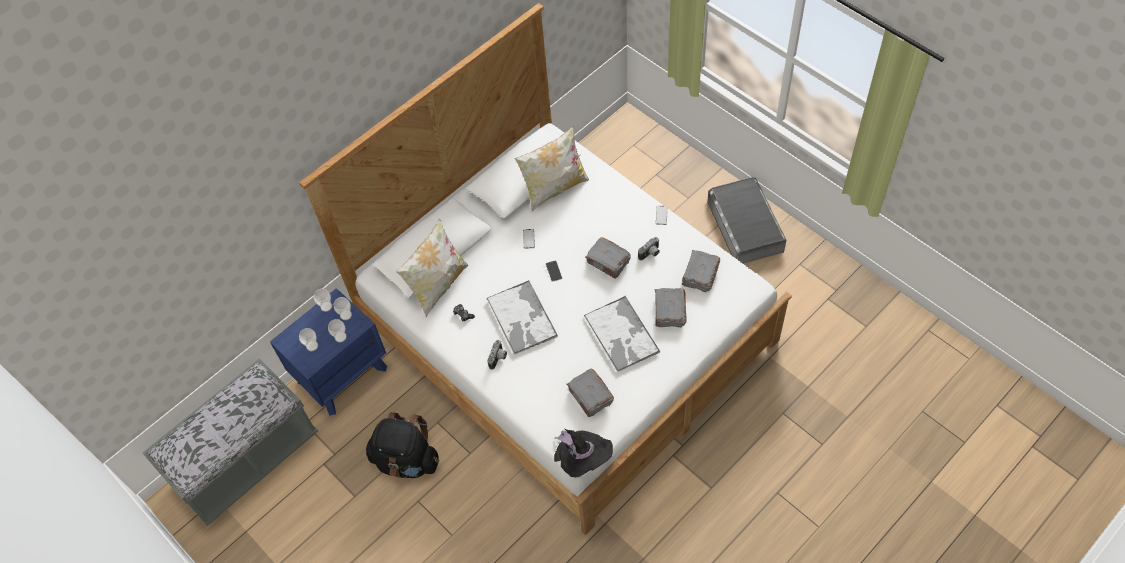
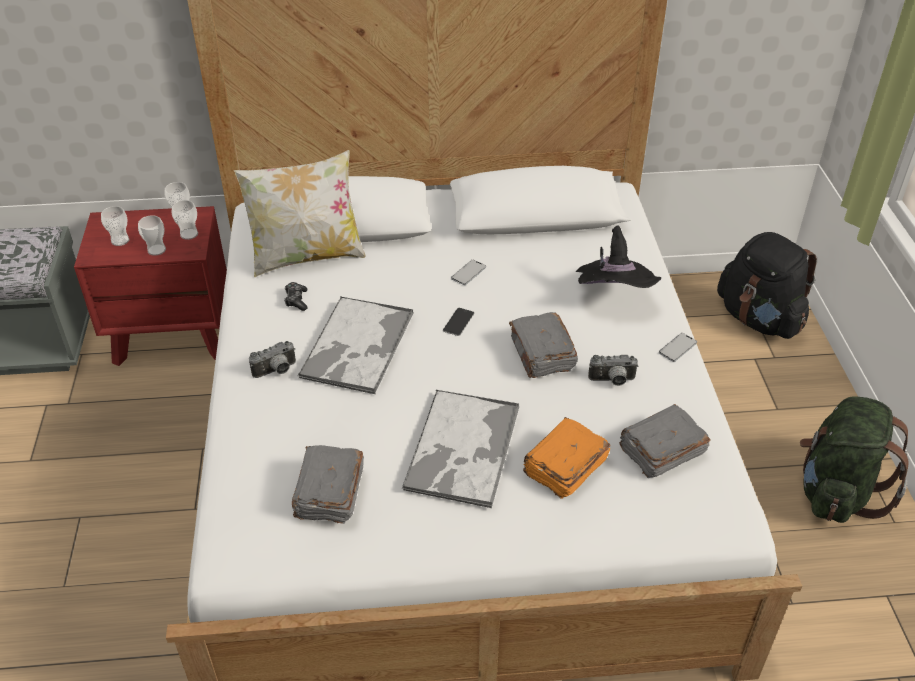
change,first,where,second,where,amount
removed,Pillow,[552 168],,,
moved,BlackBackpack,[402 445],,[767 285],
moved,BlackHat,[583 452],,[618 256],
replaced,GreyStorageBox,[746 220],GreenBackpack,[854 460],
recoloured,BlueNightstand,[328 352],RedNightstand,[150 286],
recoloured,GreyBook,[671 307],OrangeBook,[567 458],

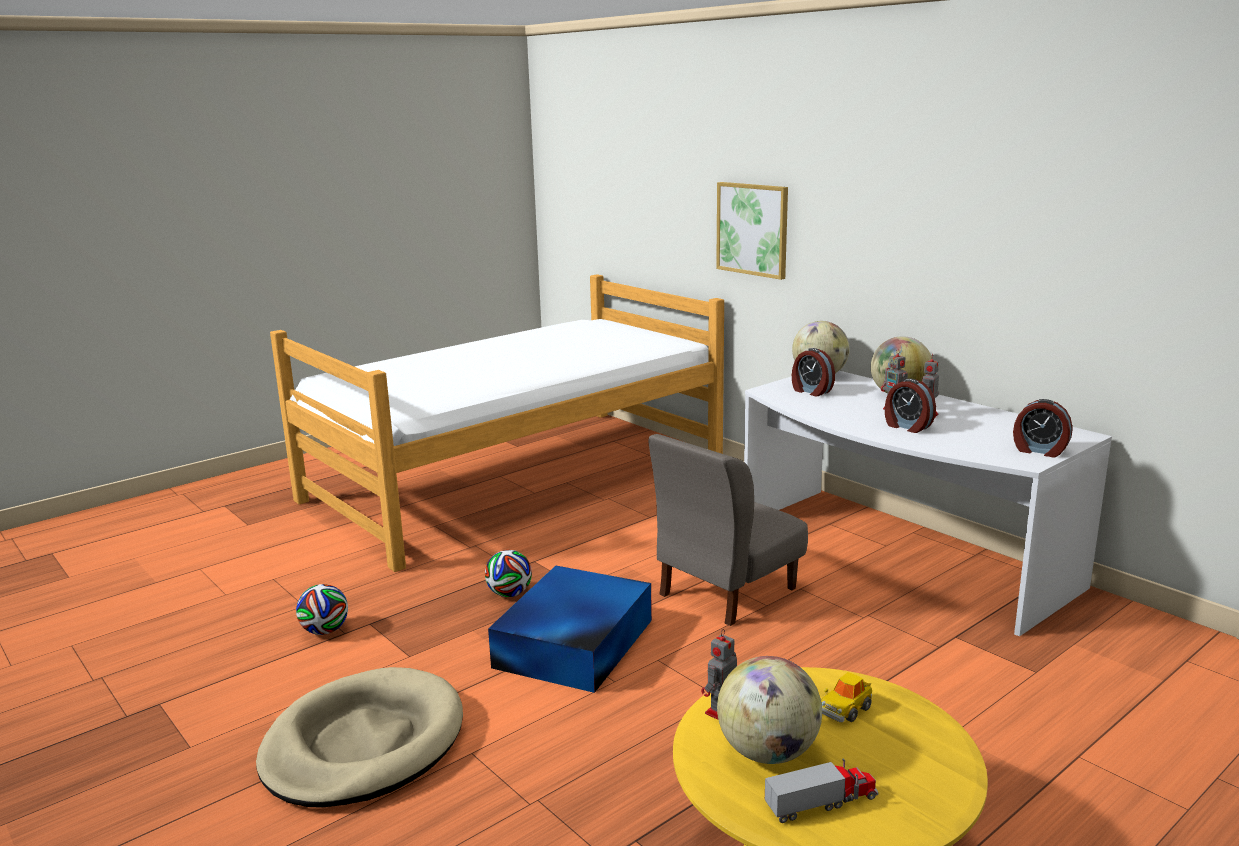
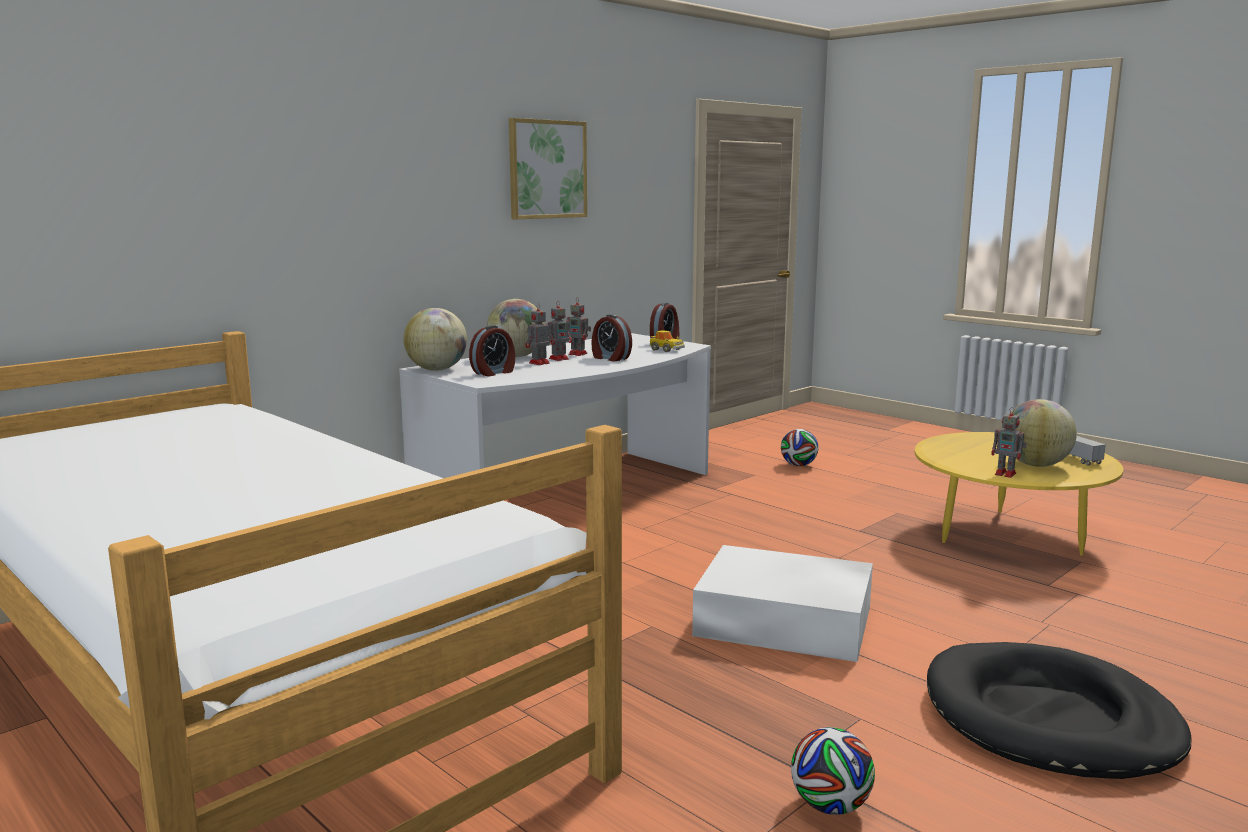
change,first,where,second,where,amount
removed,GreyChair,[728 530],,,
added,,,ToyRobot,[537 334],
moved,Football,[508 573],,[799 447],
moved,Picture,[752 231],,[548 168],
moved,ToyCar,[846 697],,[667 341],
recoloured,BeigeDogBed,[359 737],BlackDogBed,[1059 710],
recoloured,BlueStorageBox,[570 629],WhiteStorageBox,[782 603],
turned,AlarmClock,[910 405],,[611 337],90 degrees clockwise

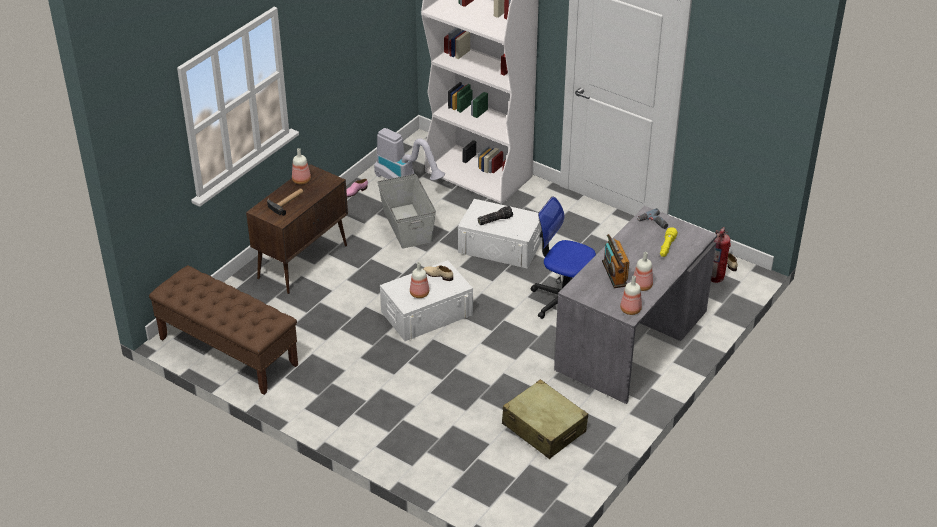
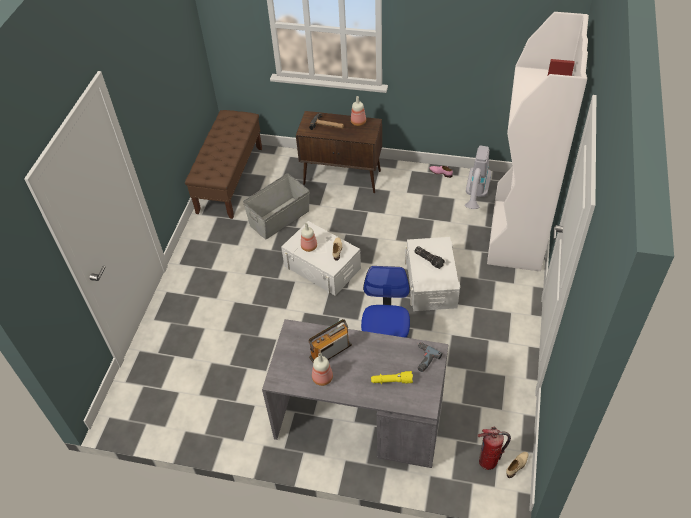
change,first,where,second,where,amount
removed,BeigeSuitcase,[545 419],,,
removed,Bottle,[631 295],,,
moved,GreyStorageBox,[406 211],,[276 207],

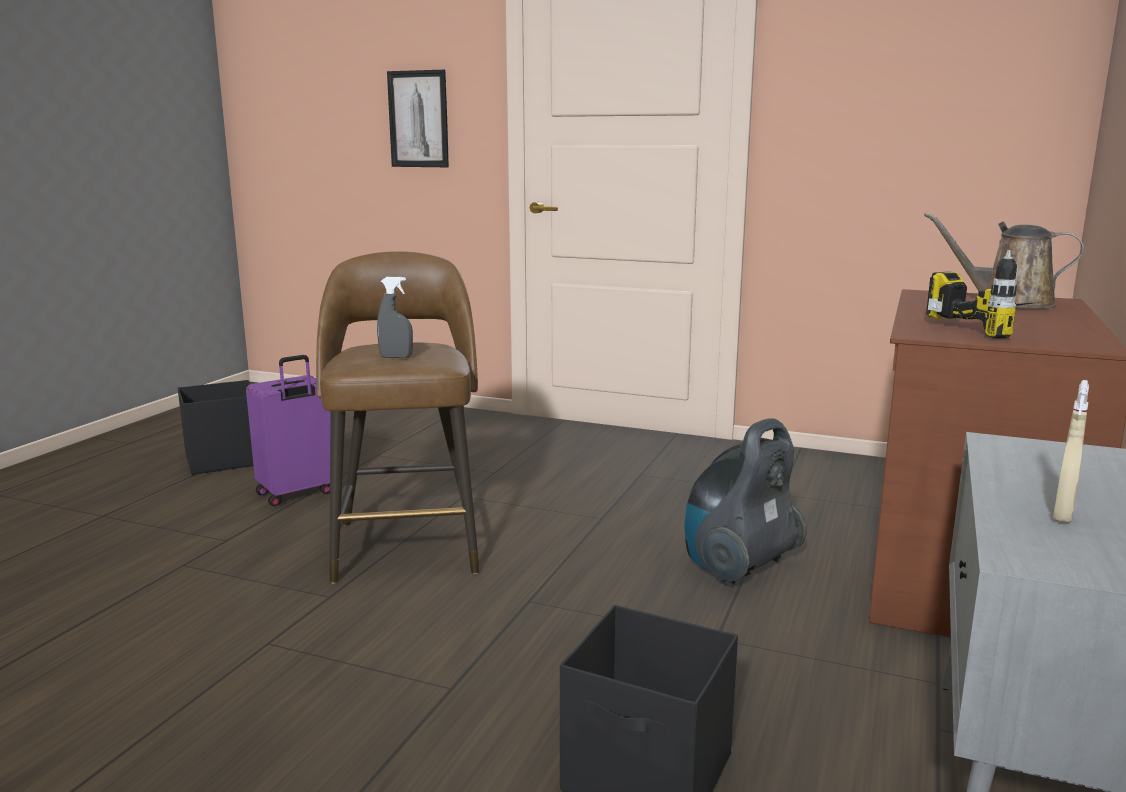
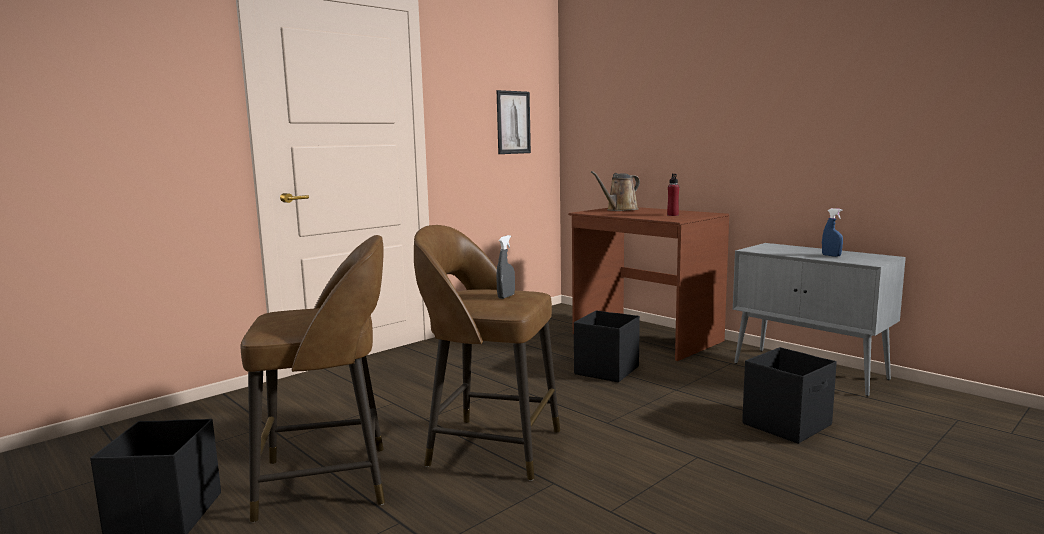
change,first,where,second,where,amount
moved,Picture,[418 118],,[514 122],
replaced,PurpleSuitcase,[288 430],BrownStool,[313 378],
replaced,VacuumCleaner,[745 503],BlackStorageBox,[607 346],
replaced,PowerDrill,[982 294],RedBottle,[673 195],
recoloured,BeigeSprayBottle,[1071 451],BlueSprayBottle,[832 232],

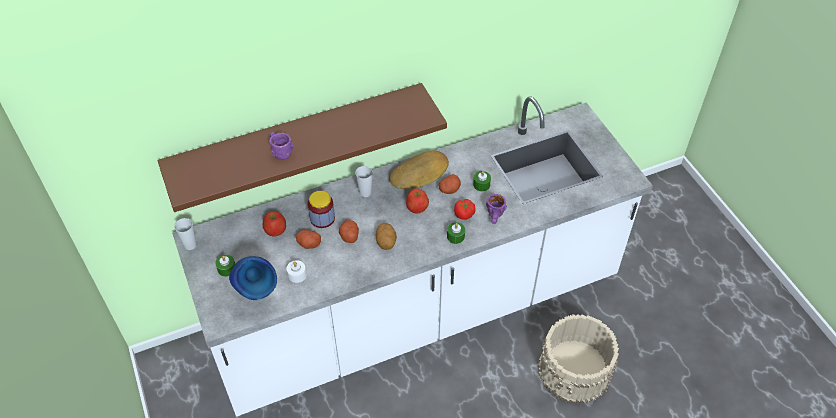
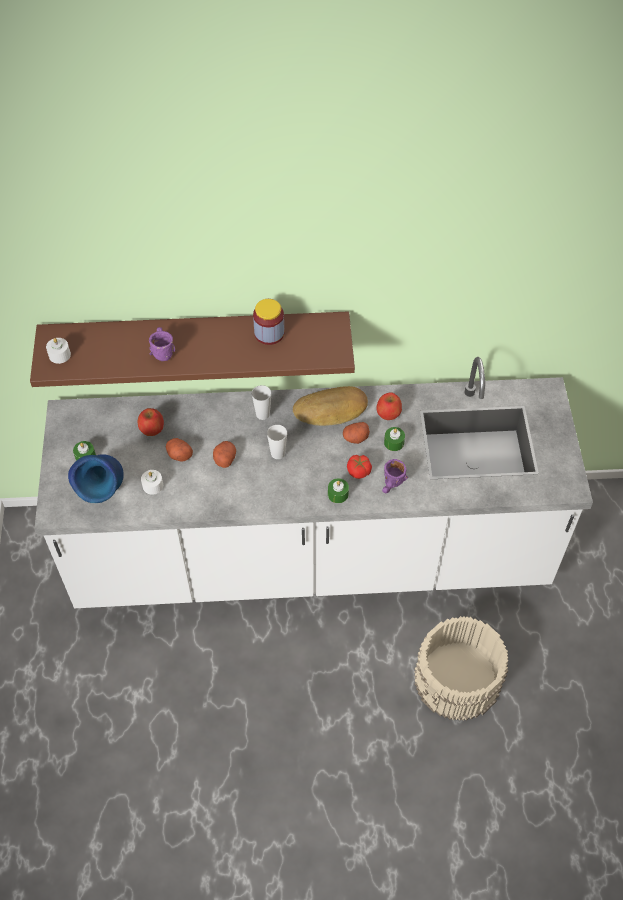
change,first,where,second,where,amount
removed,Potato,[386 236],,,
added,,,WhiteCandle,[58 351],
moved,Cup,[185 234],,[277 442],
moved,Jar,[321 209],,[268 322],
moved,Apple,[417 200],,[389 406],

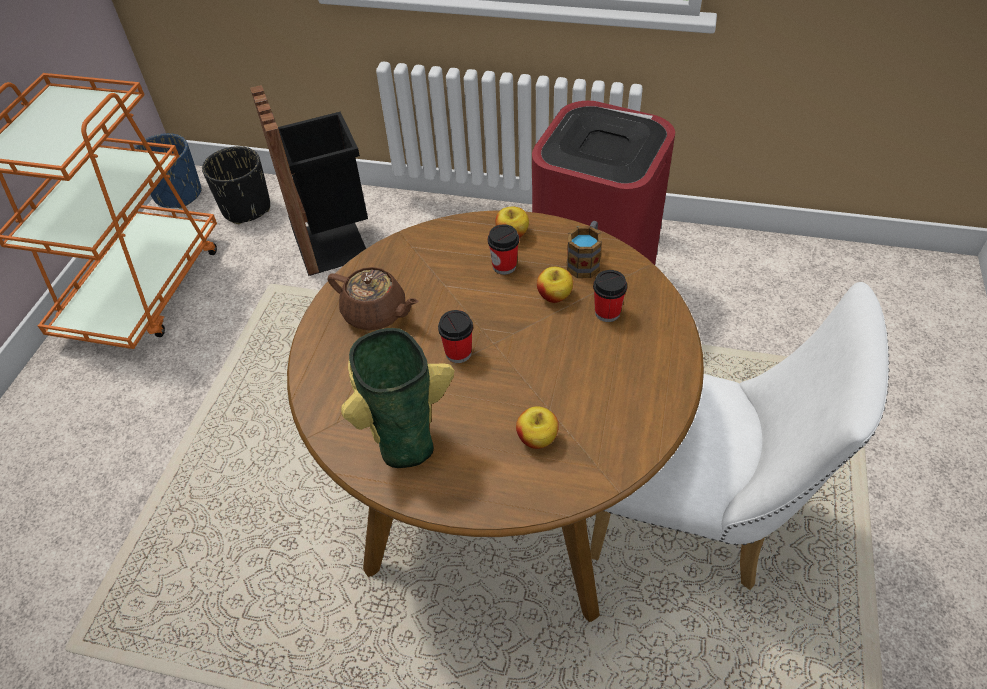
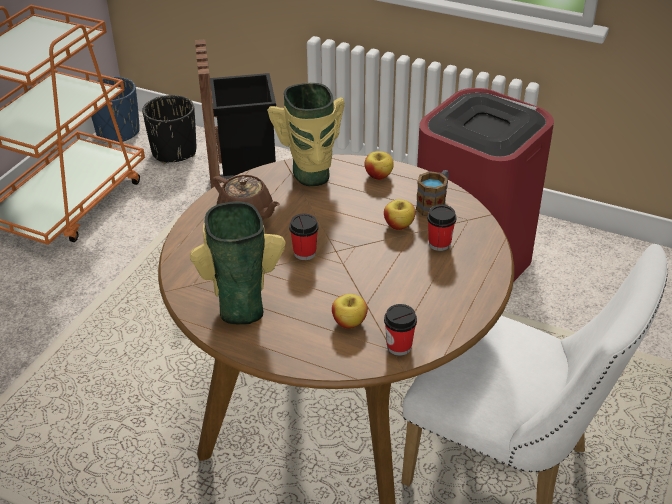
change,first,where,second,where,amount
added,,,Vase,[306 135],
moved,Cup,[503 249],,[400 330],

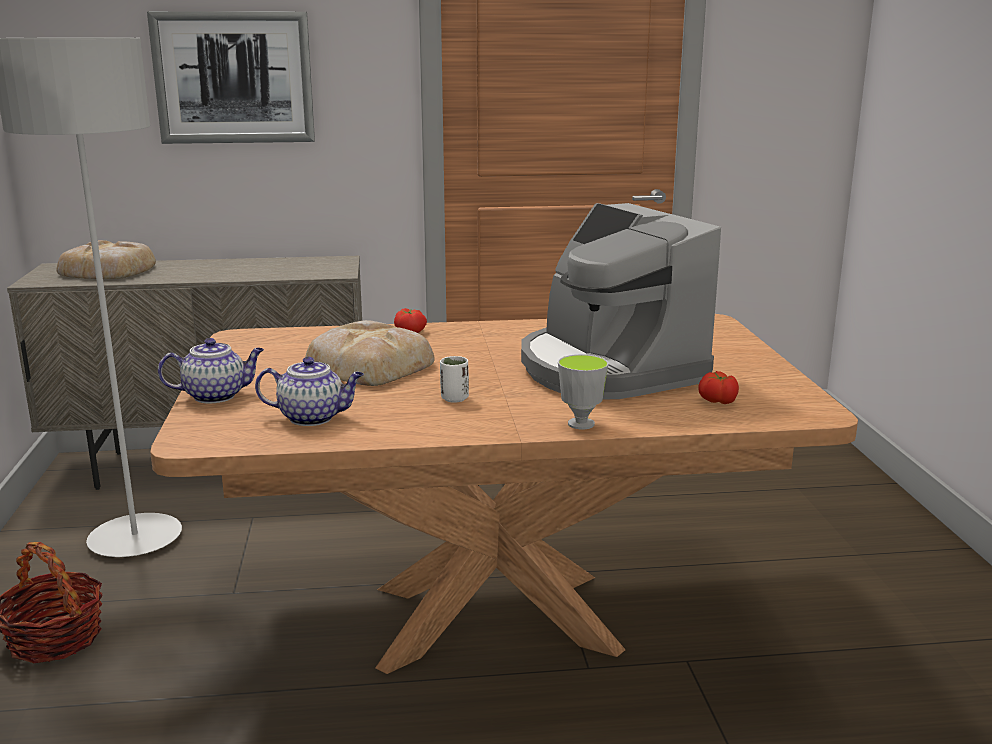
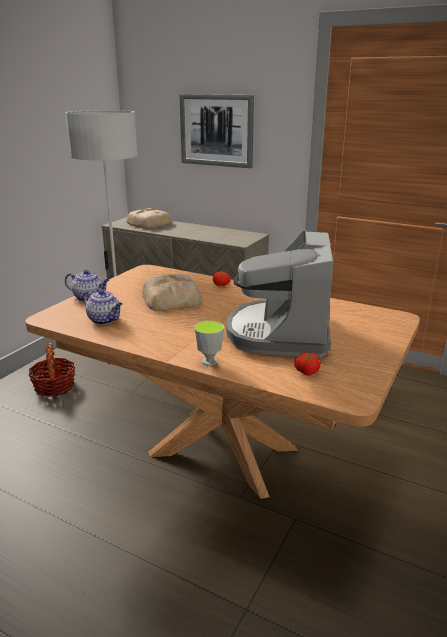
change,first,where,second,where,amount
removed,WhiteCup,[454 379],,,

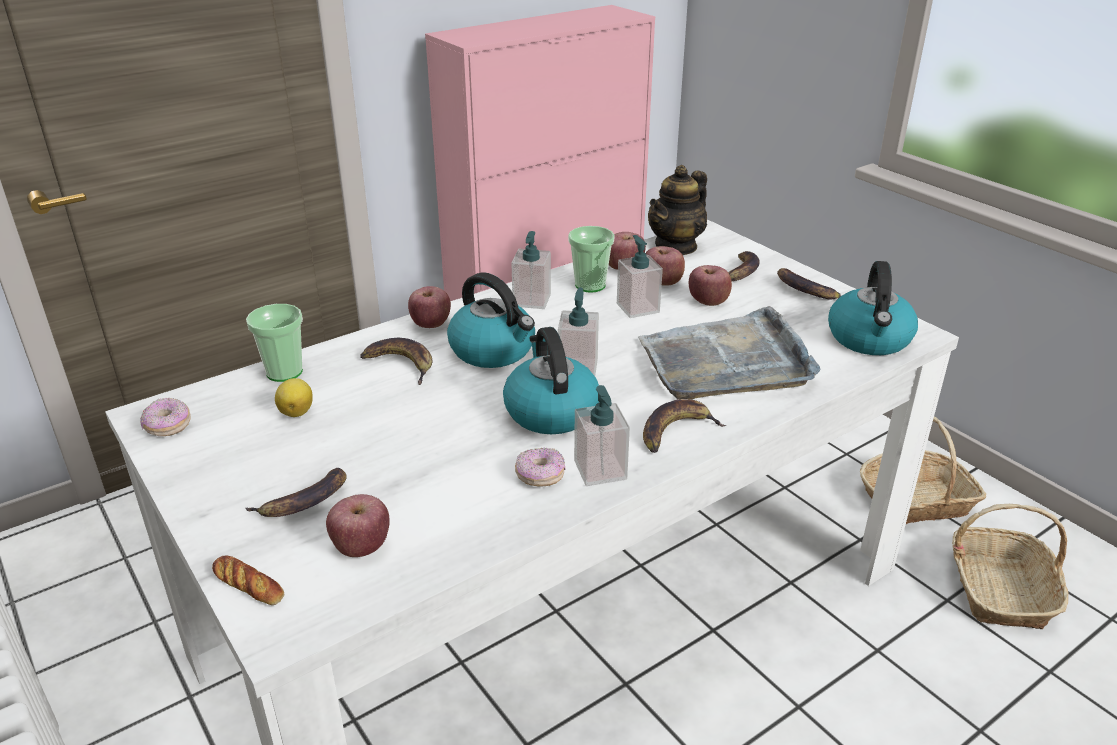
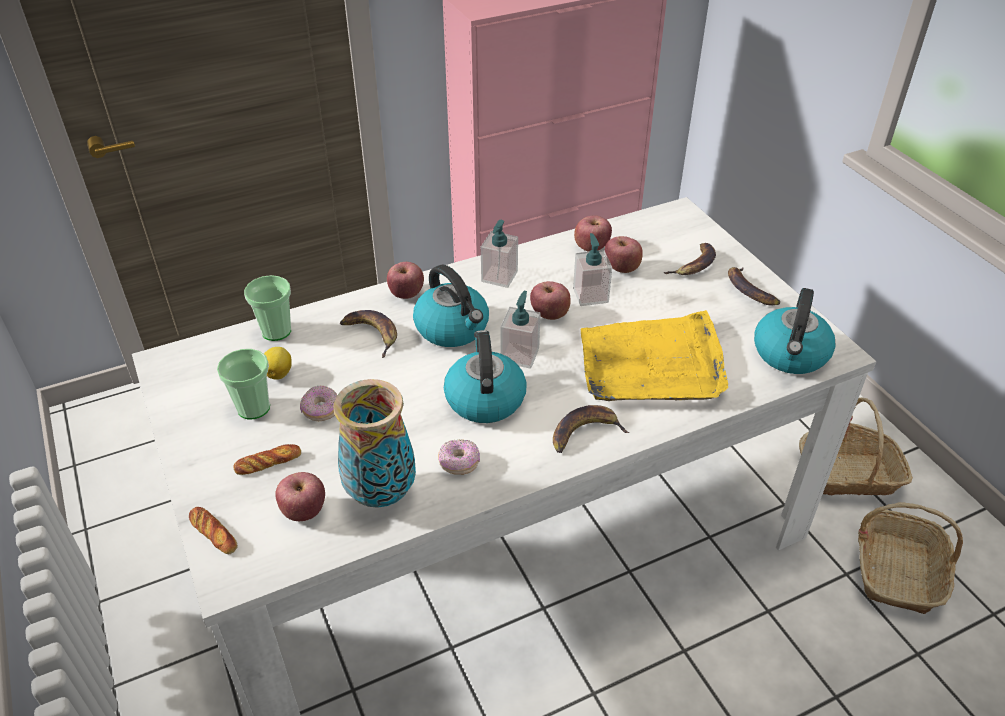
change,first,where,second,where,amount
removed,SoapDispenser,[602 435],,,
removed,Teapot,[677 210],,,
added,,,Vase,[374 443],
moved,Donut,[165 417],,[318 403],
moved,Cup,[591 259],,[243 384],
moved,Apple,[710 285],,[550 300],
replaced,Banana,[296 492],Bread,[267 459],
recoloured,GreyTray,[729 352],YellowTray,[654 355],

